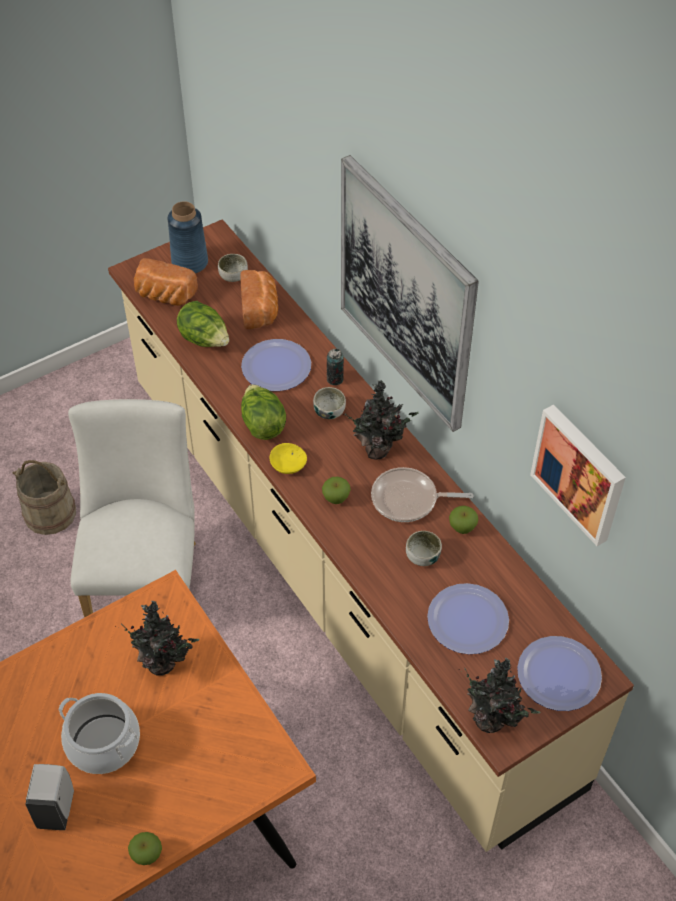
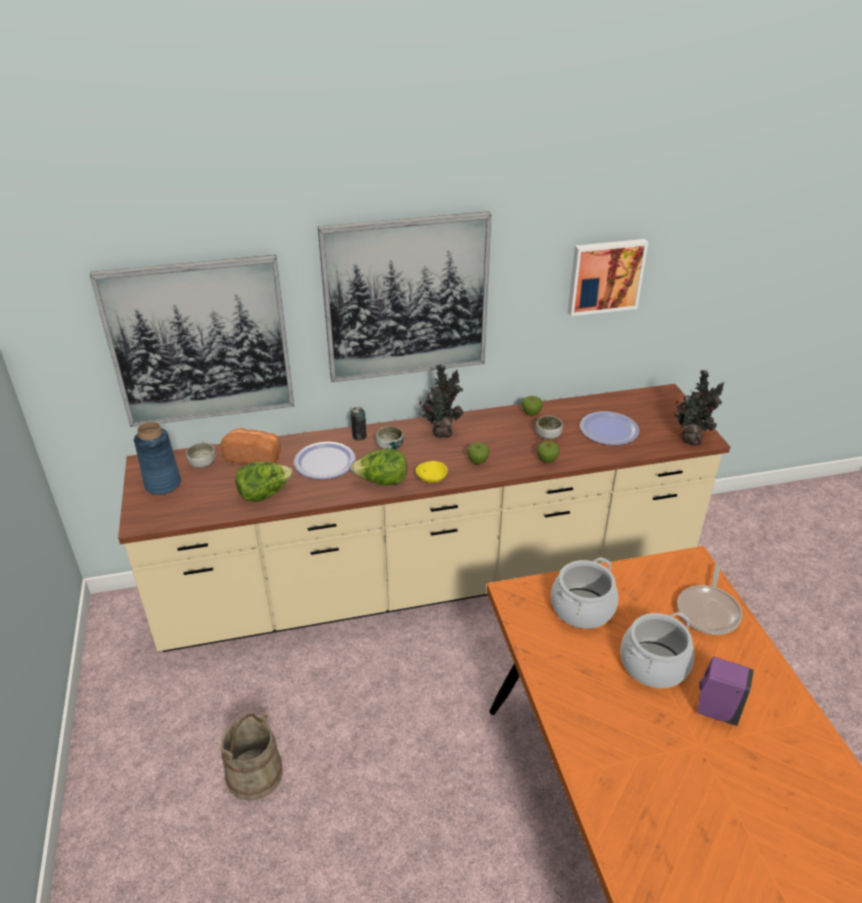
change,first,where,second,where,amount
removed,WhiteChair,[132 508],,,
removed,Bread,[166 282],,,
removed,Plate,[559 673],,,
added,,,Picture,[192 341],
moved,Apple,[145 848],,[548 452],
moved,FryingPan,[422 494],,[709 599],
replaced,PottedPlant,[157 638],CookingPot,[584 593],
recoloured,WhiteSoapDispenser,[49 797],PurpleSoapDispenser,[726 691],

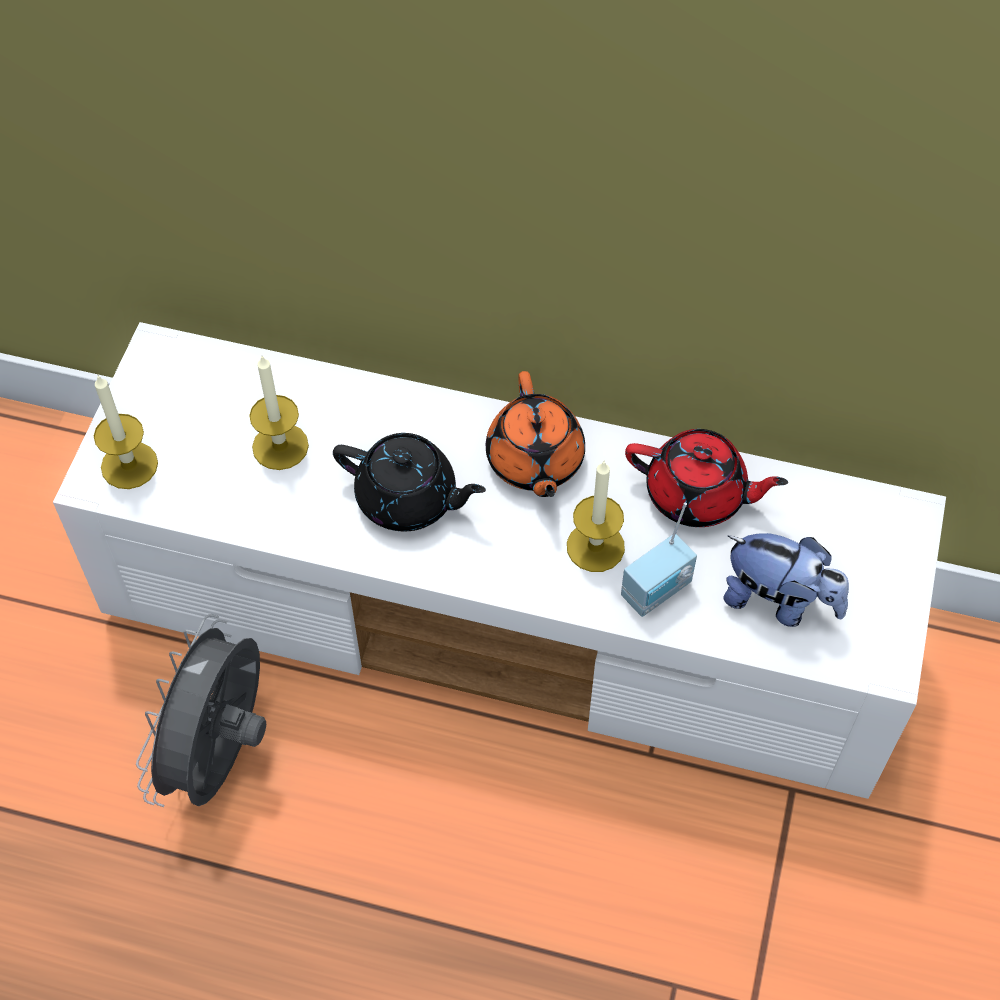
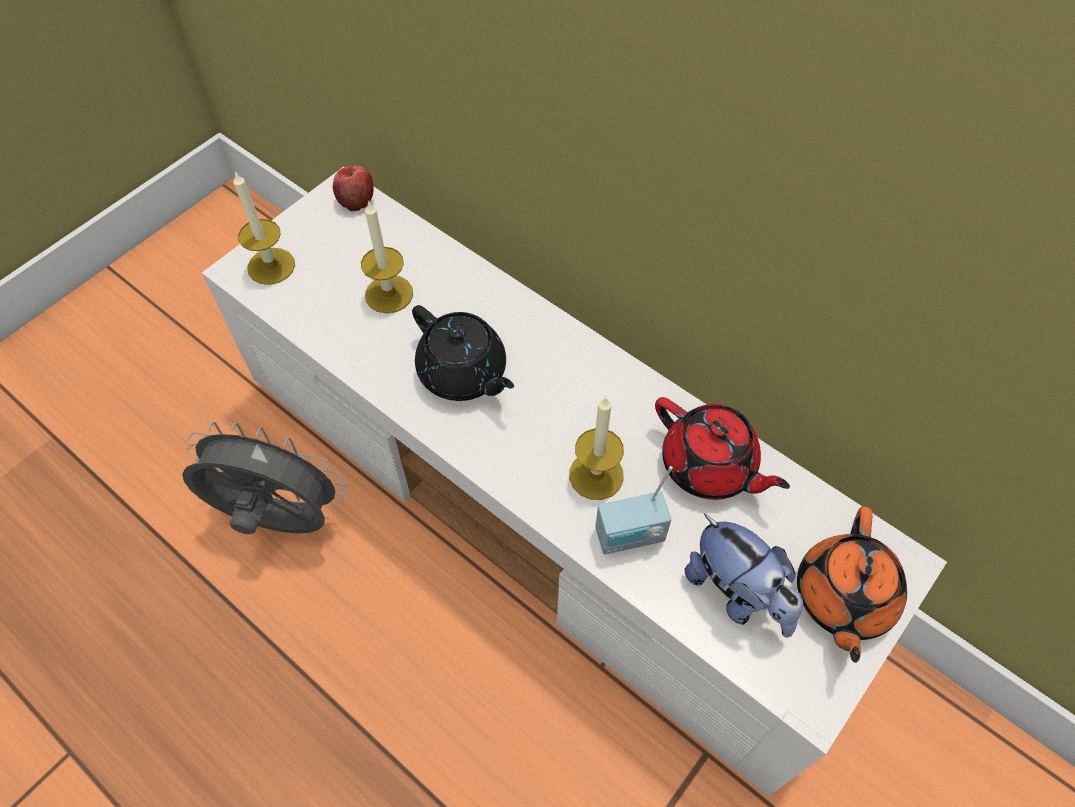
change,first,where,second,where,amount
added,,,Apple,[353 188],
moved,OrangeTeapot,[535 434],,[852 584],
turned,GreyFan,[201 710],,[264 478],60 degrees clockwise

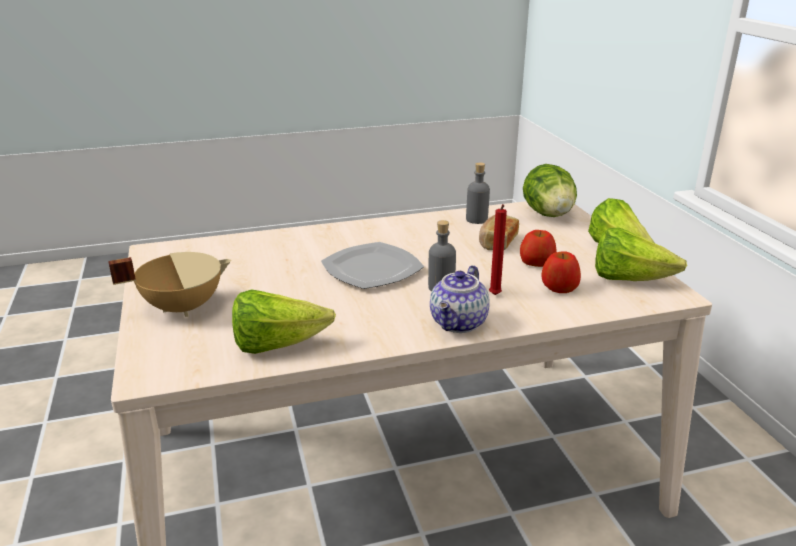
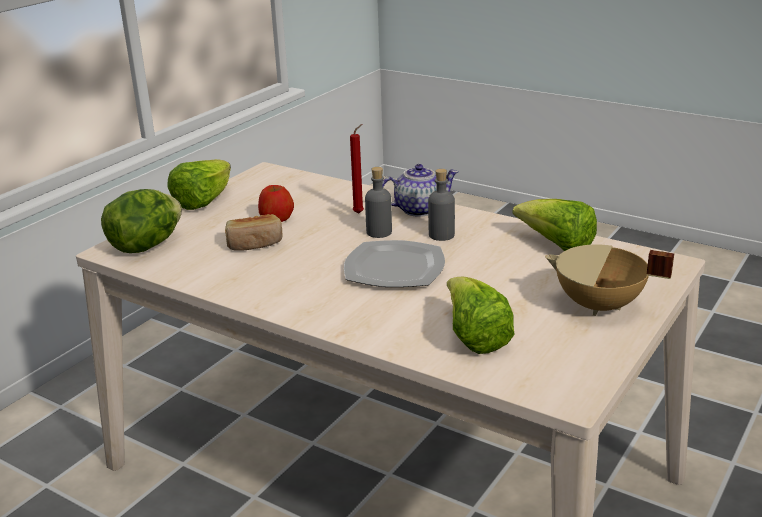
change,first,where,second,where,amount
removed,Apple,[561 272],,,
moved,GreyBottle,[478 193],,[441 205],
moved,Lettuce,[641 254],,[481 315],

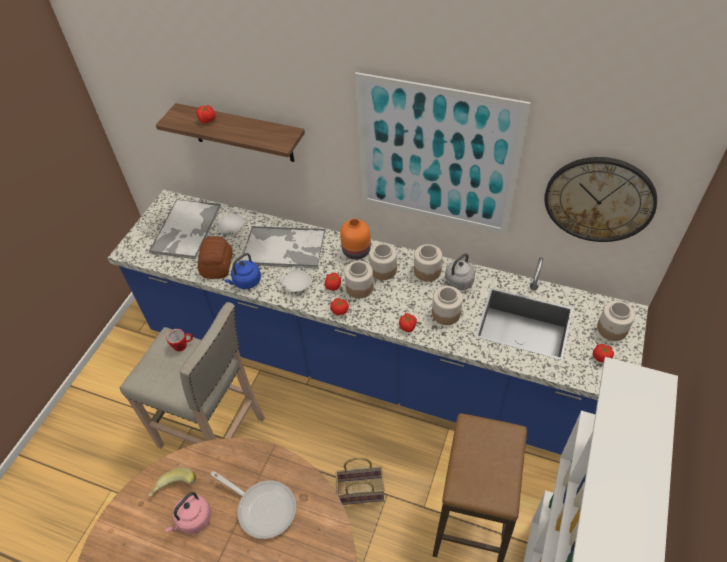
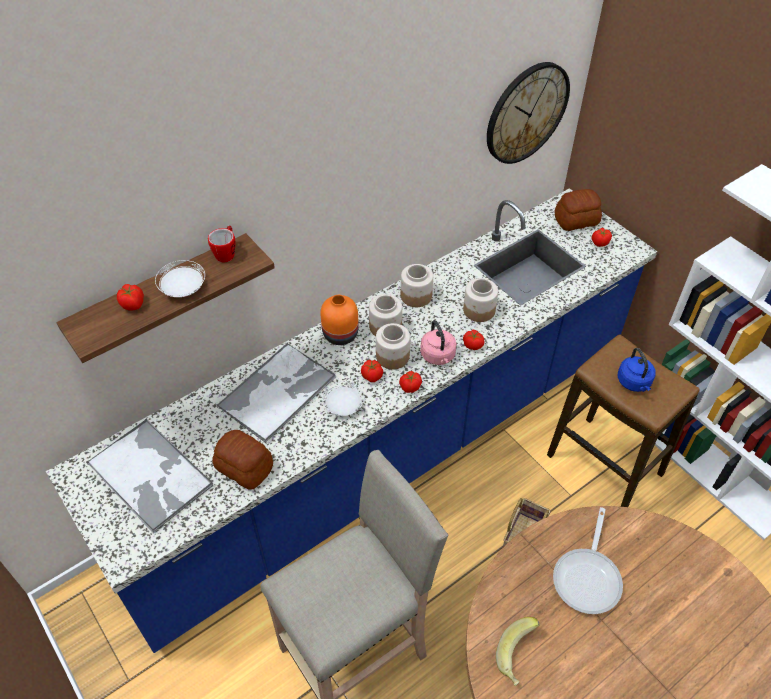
change,first,where,second,where,amount
removed,Picture,[443 153],,,
removed,GreyKettle,[458 271],,,
moved,PinkKettle,[188 513],,[438 342],
moved,Mug,[179 340],,[221 244],
moved,WhitePlate,[230 221],,[180 278],
moved,BlueKettle,[242 271],,[636 370],
replaced,Jar,[616 321],Bread,[578 210],
turned,FryingPan,[253 505],,[588 560],135 degrees clockwise

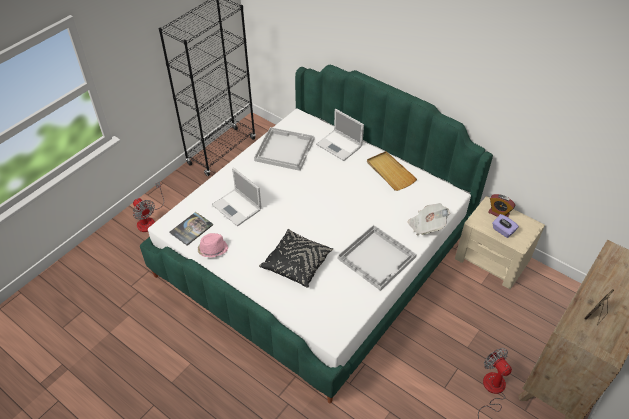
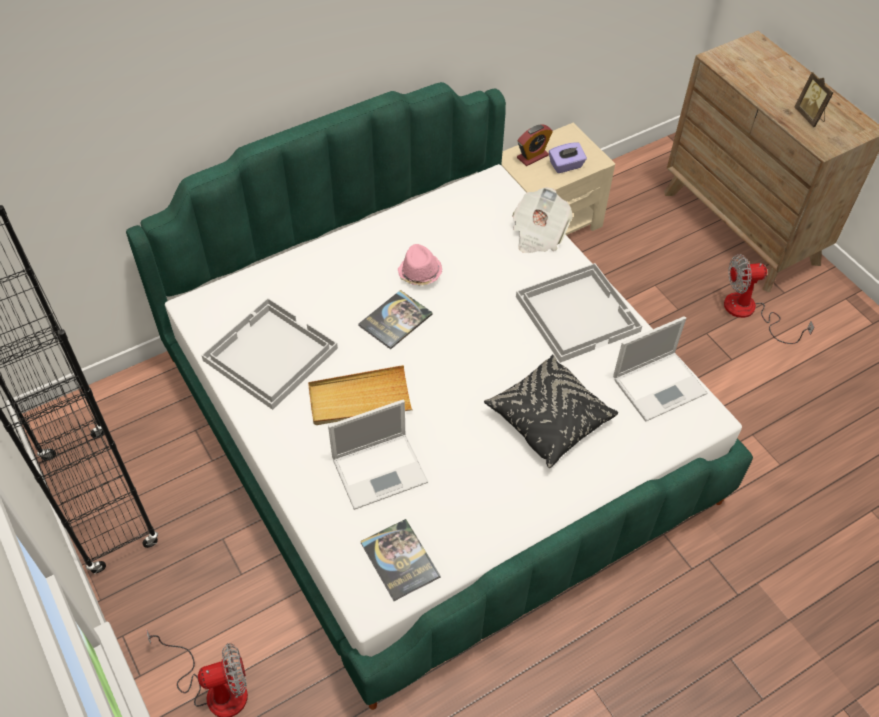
change,first,where,second,where,amount
added,,,Book,[395 319],
moved,PinkHat,[213 245],,[420 265],
moved,Laptop,[340 135],,[660 369],
moved,BeigeTray,[392 171],,[360 395],

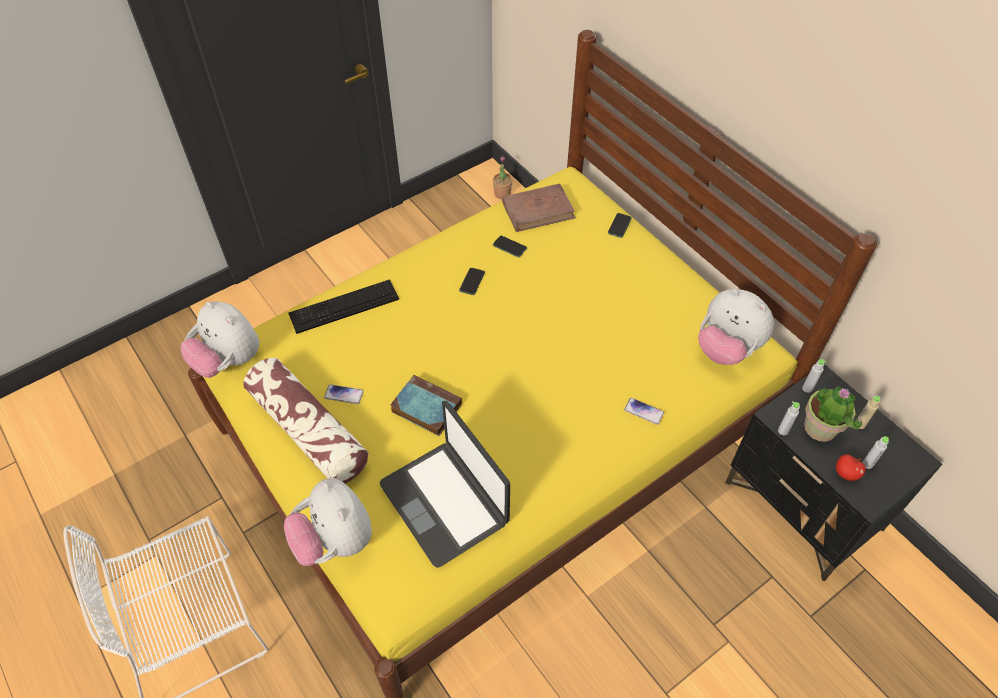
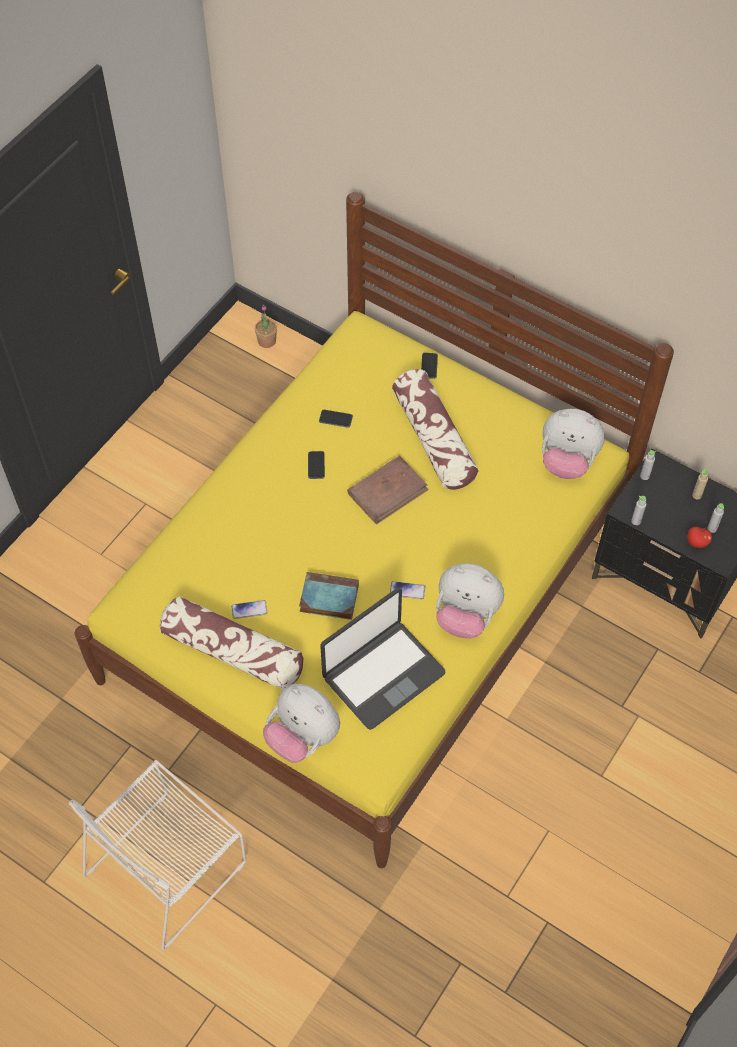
change,first,where,second,where,amount
removed,Keyboard,[343 306],,,
removed,PottedPlant,[833 414],,,
added,,,Pillow,[435 429],
moved,PlushToy,[219 340],,[470 600],
moved,BrownBook,[539 207],,[388 490],
moved,Phone,[644 411],,[407 590],
turned,Laptop,[445 484],,[383 659],75 degrees counterclockwise

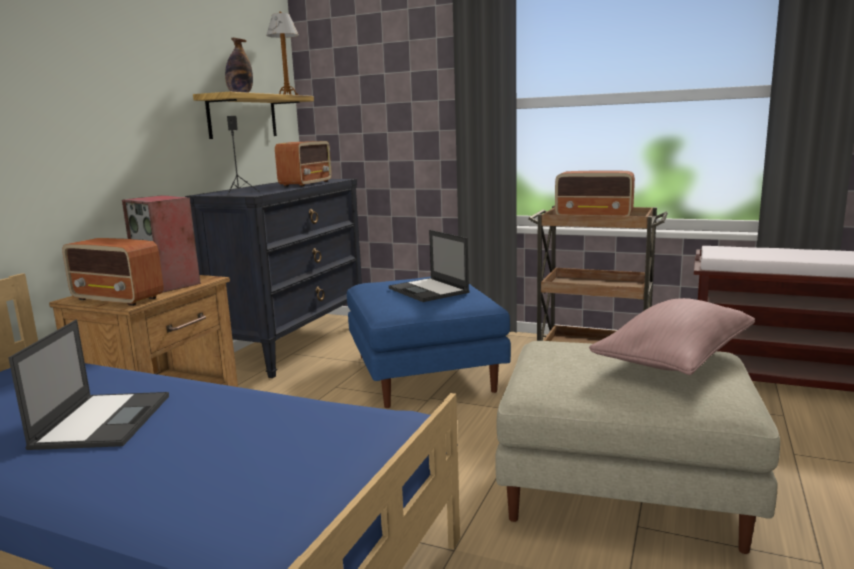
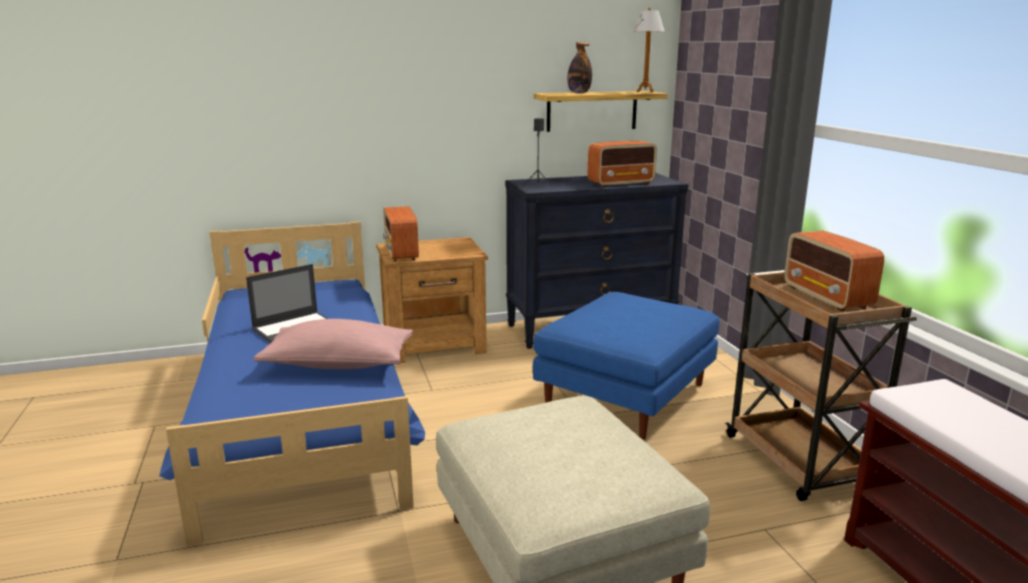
change,first,where,second,where,amount
removed,Speaker,[161 244],,,
removed,Laptop,[429 266],,,
moved,PinkPillow,[672 336],,[333 344],

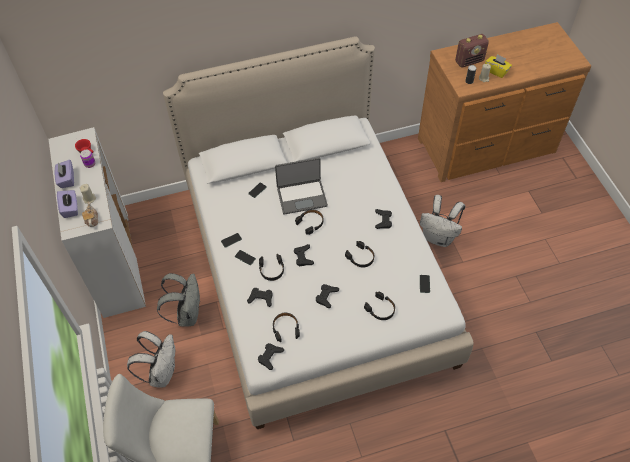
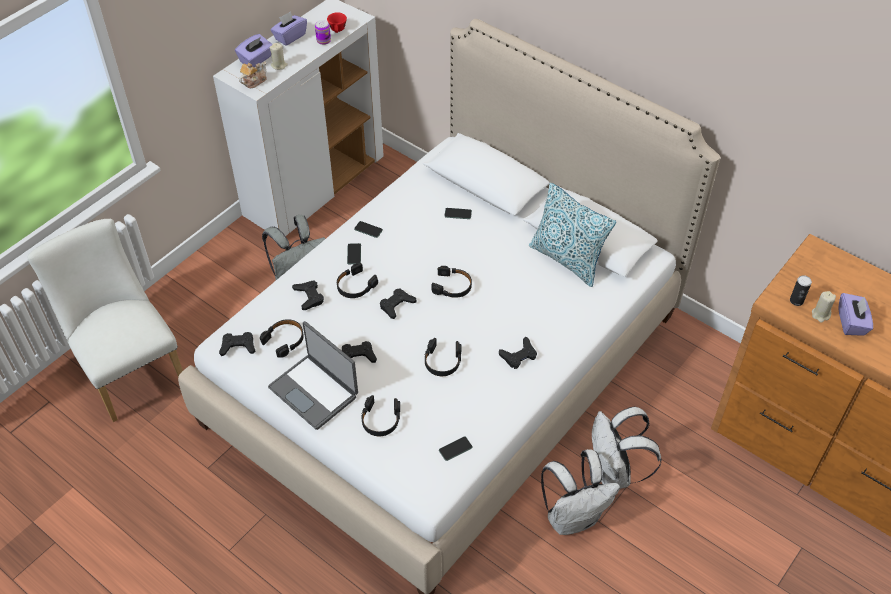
change,first,where,second,where,amount
removed,Radio,[472 50],,,
added,,,Pillow,[573 235],
moved,WhiteBackpack,[151 359],,[580 492],
moved,Laptop,[301 186],,[313 375],
recoloured,YellowTissueBox,[498 66],PurpleTissueBox,[855 314],

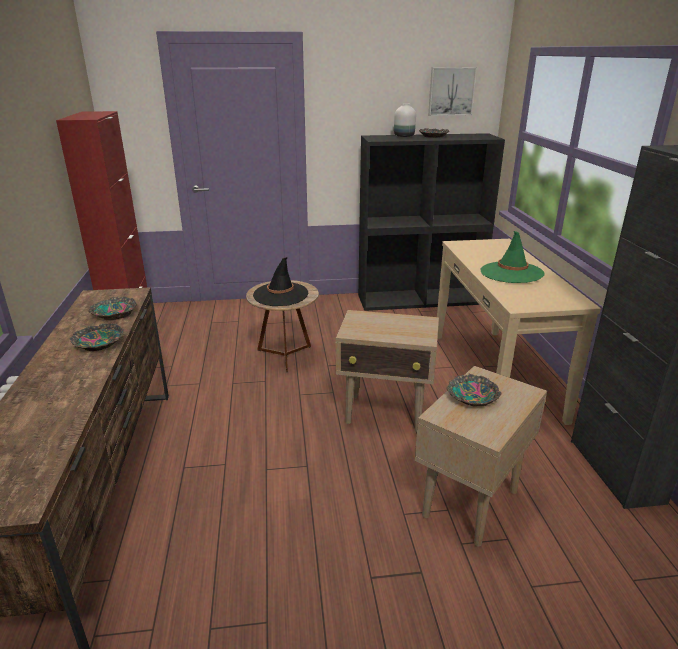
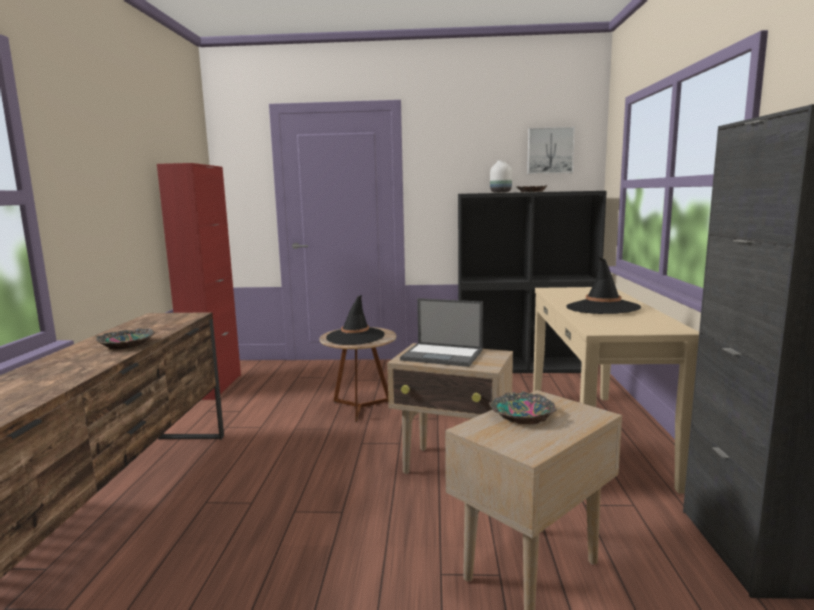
change,first,where,second,where,amount
removed,Bowl,[112 308],,,
added,,,Laptop,[441 332],
recoloured,GreenHat,[513 257],BlackHat,[603 285],

